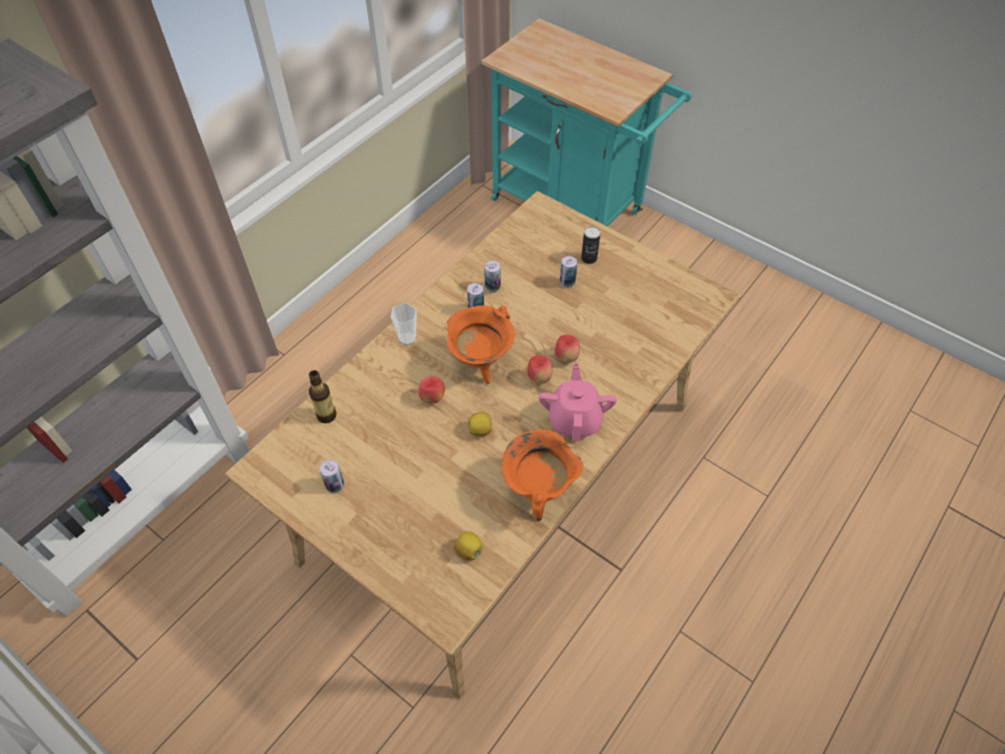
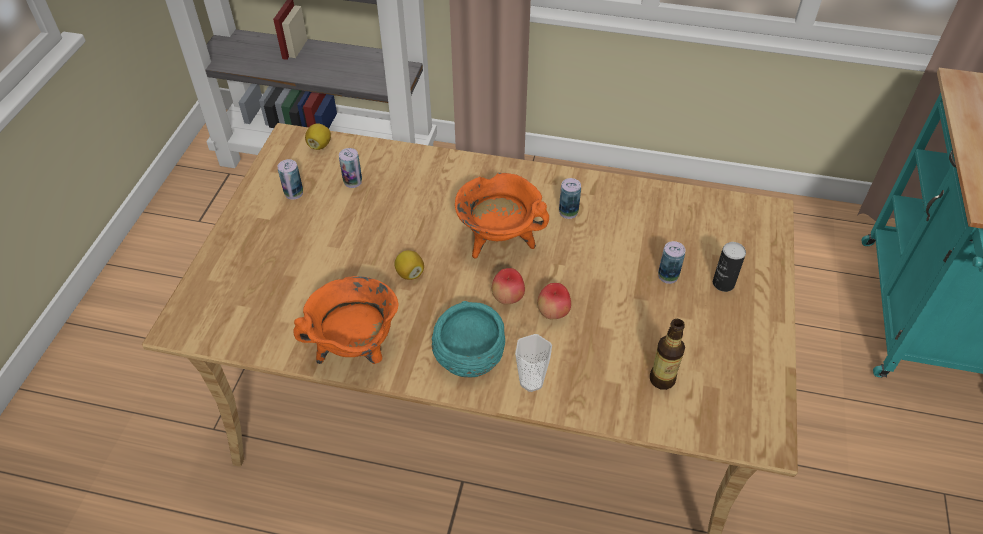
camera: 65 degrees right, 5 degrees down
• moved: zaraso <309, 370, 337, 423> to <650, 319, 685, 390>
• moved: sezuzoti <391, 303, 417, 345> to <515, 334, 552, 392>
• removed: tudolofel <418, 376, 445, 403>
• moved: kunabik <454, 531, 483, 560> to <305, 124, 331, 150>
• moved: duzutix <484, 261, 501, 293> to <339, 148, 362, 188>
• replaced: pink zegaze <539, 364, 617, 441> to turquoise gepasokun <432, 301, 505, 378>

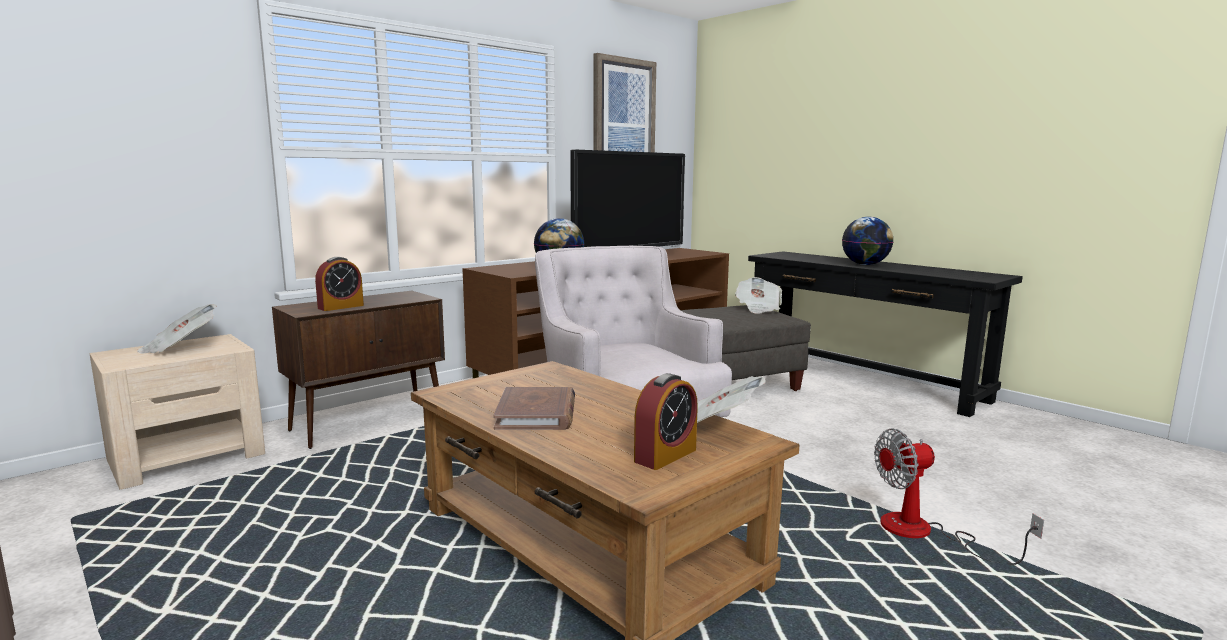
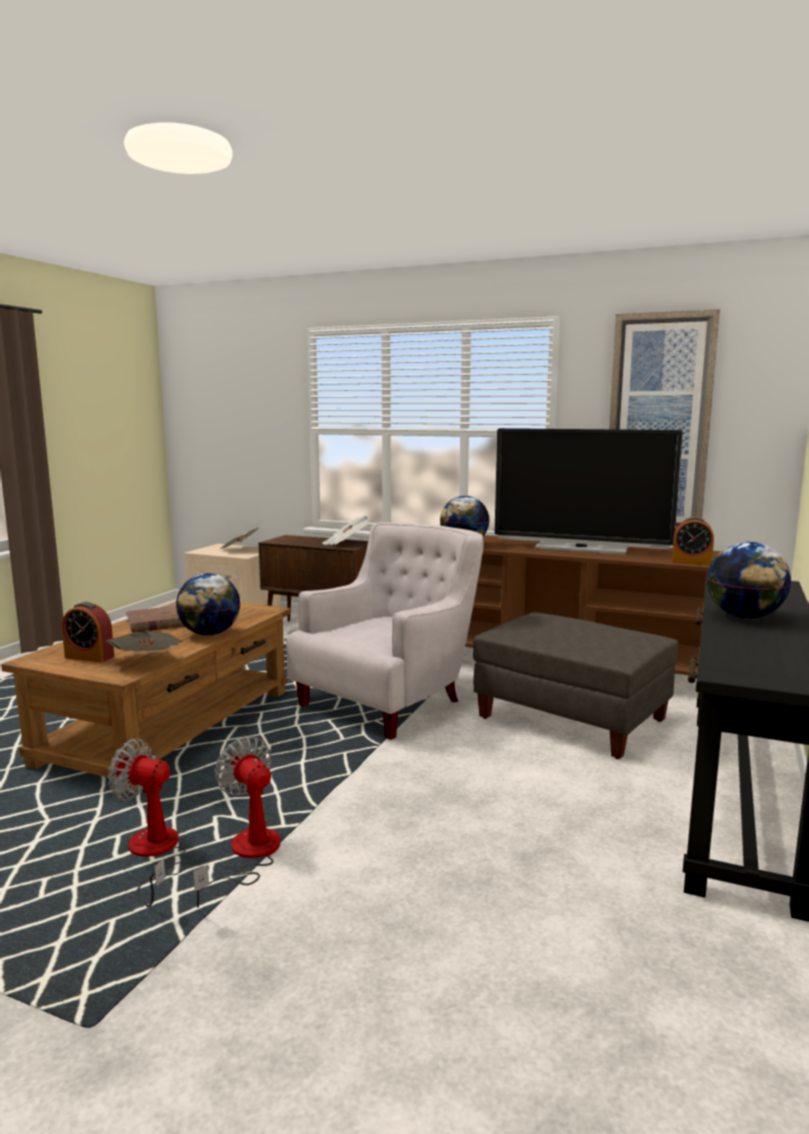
camera: 65 degrees right, 0 degrees up
• moved: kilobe <315, 257, 364, 311> to <672, 517, 714, 565>
• moved: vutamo <735, 277, 782, 314> to <322, 516, 370, 545>
• added: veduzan <108, 738, 186, 907>
• added: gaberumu <176, 573, 241, 635>

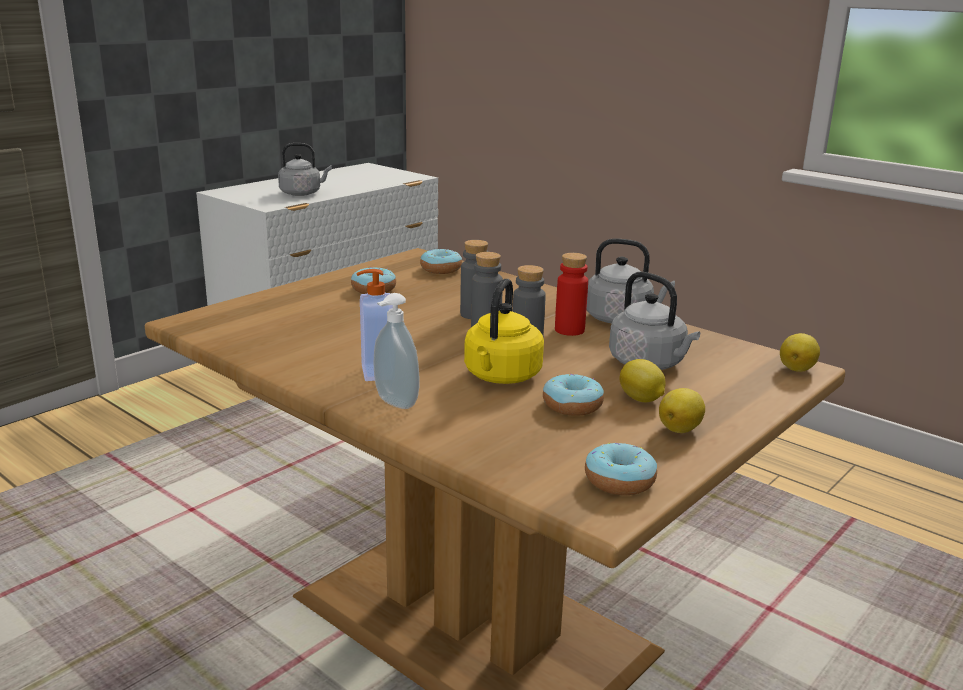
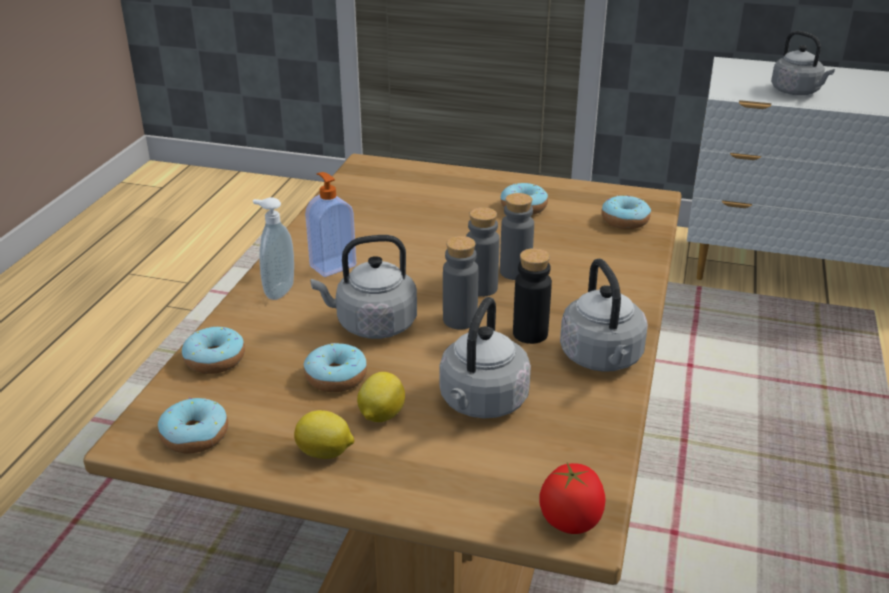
camera: 65 degrees right, 10 degrees up
• recoloured: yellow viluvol <464, 279, 544, 384> to grey viluvol <310, 235, 417, 339>
• recoloured: red zaraso <555, 253, 588, 336> to black zaraso <513, 248, 552, 344>
• replaced: kunabik <780, 333, 820, 372> to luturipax <539, 463, 606, 534>
• added: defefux <182, 327, 245, 374>

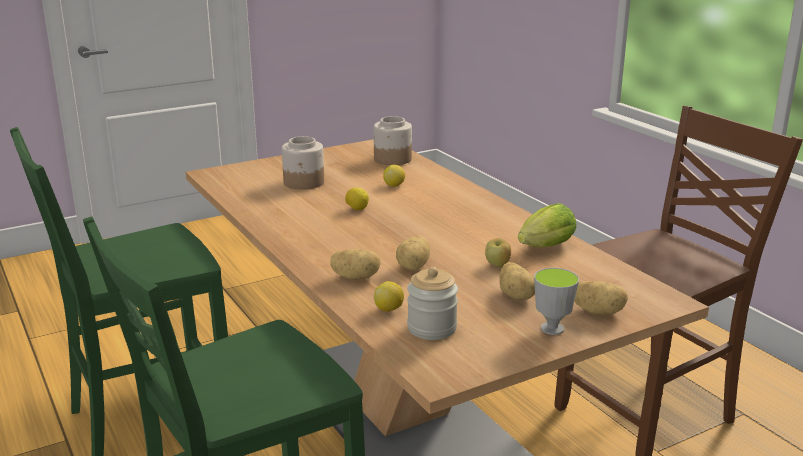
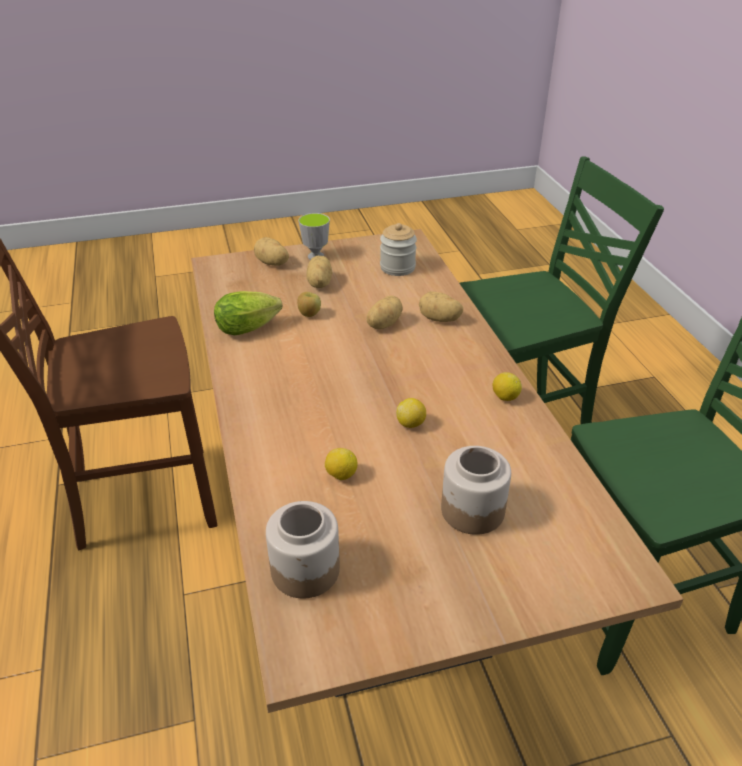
camera: 165 degrees left, 15 degrees up
• moved: kunabik <374, 281, 404, 312> to <492, 372, 522, 401>

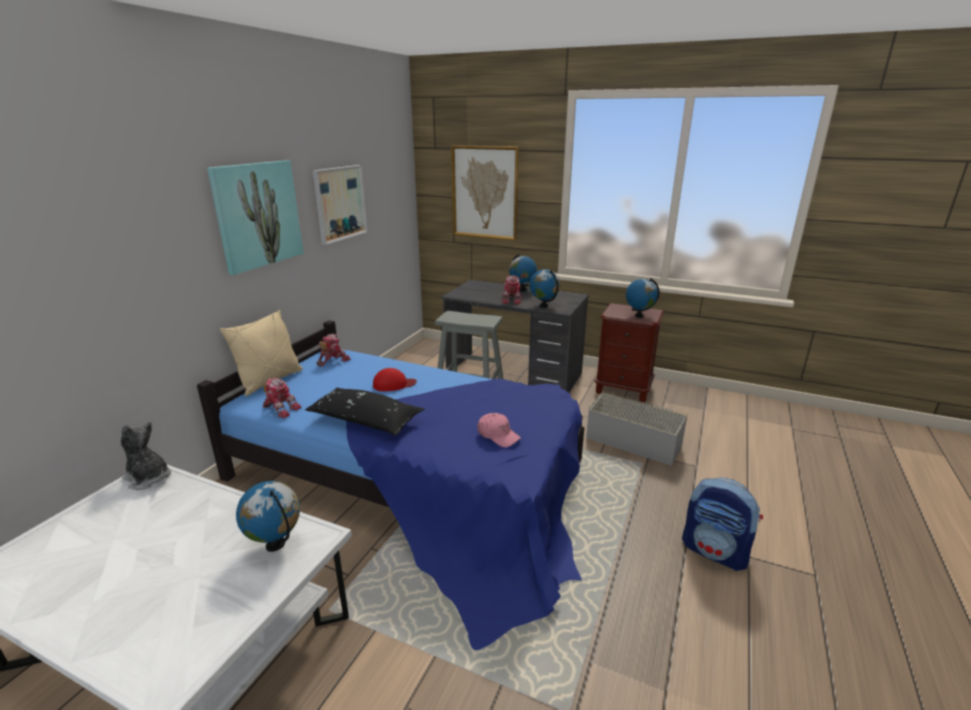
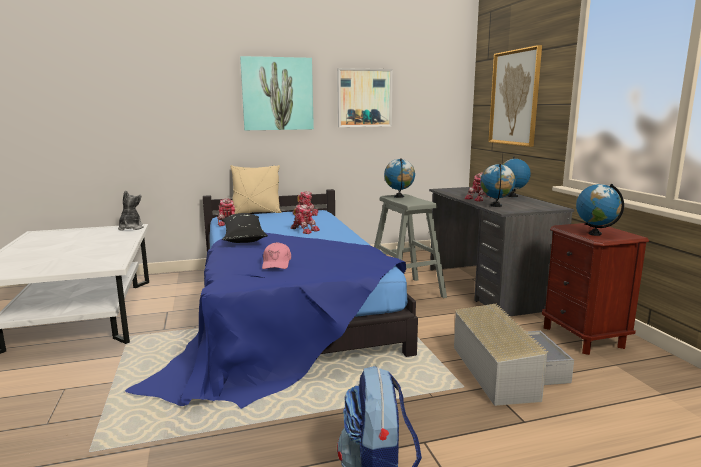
camera: 50 degrees right, 10 degrees down
• moved: gaberumu <236, 481, 300, 552> to <384, 158, 415, 198>
• replaced: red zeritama <373, 368, 417, 391> to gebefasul <290, 204, 320, 234>

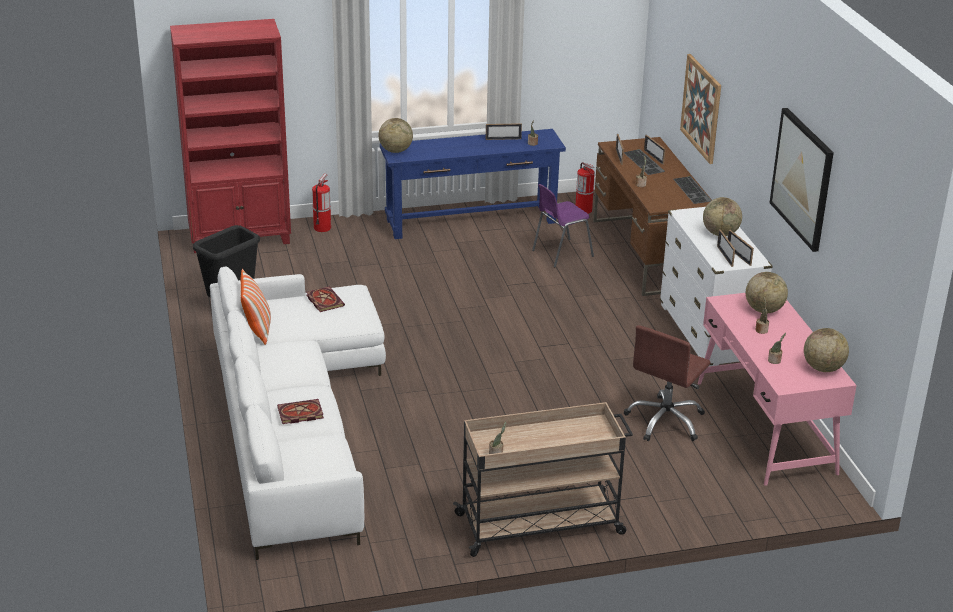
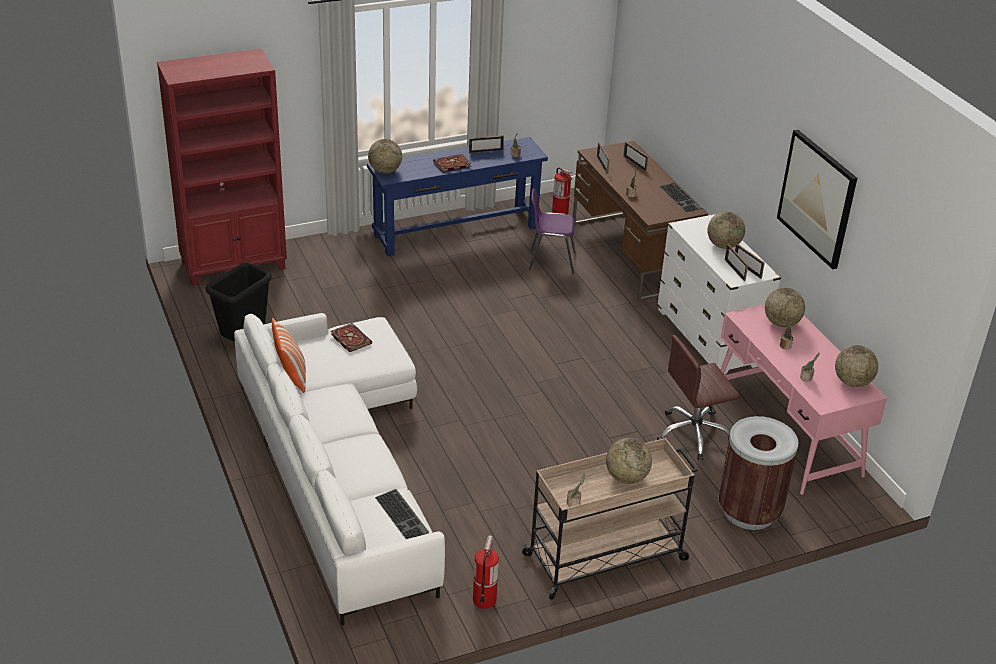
camera: 10 degrees left, 5 degrees up
• moved: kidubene <277, 399, 324, 424> to <433, 154, 471, 172>
• moved: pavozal <312, 173, 331, 232> to <473, 535, 499, 609>
• turned: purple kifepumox <532, 184, 594, 267> = <529, 189, 576, 274> 45 degrees clockwise
• moved: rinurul <624, 149, 665, 175> to <375, 489, 429, 539>
• turned: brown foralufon <624, 325, 711, 441> = <657, 335, 740, 460> 45 degrees clockwise
• removed: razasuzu <680, 54, 721, 164>
• added: gaberumu <606, 438, 652, 484>
• added: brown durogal <718, 416, 798, 530>

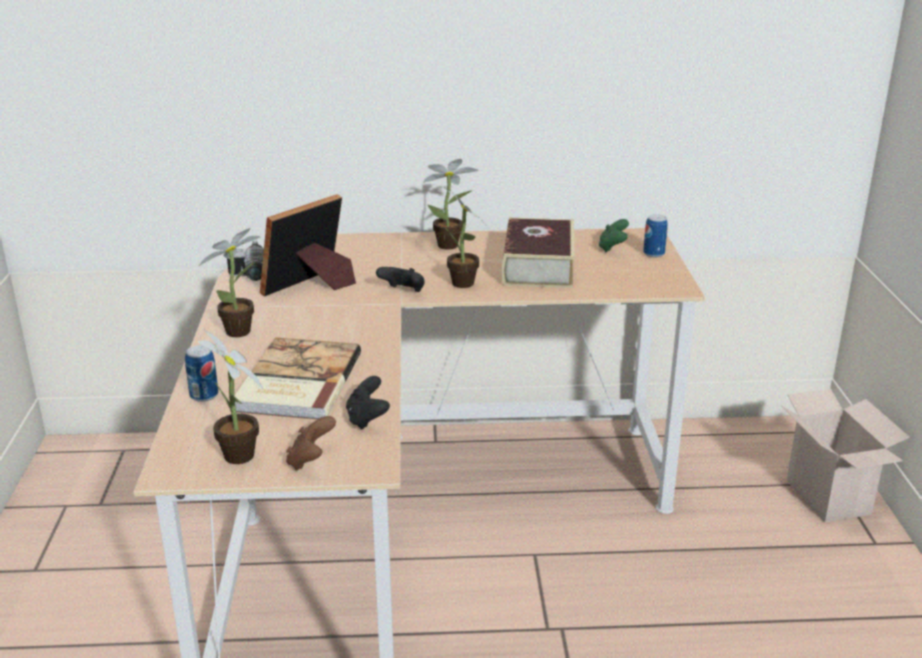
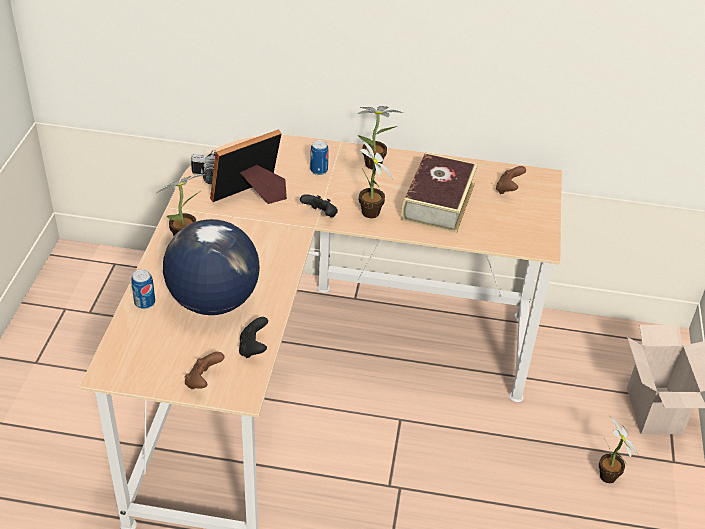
camera: 10 degrees right, 15 degrees up
• moved: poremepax <198, 330, 264, 464> to <599, 415, 638, 483>
• replaced: kidubene <234, 337, 361, 419> to gaberumu <163, 219, 260, 315>
• recoloured: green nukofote <599, 219, 629, 252> to brown nukofote <496, 166, 526, 194>
• moved: duzutix <643, 214, 668, 257> to <310, 140, 329, 175>

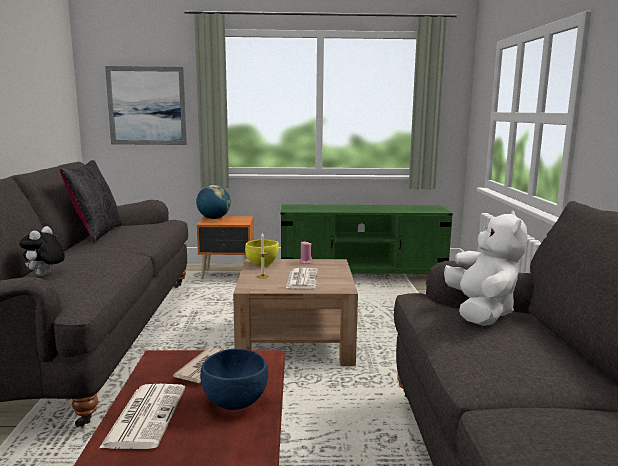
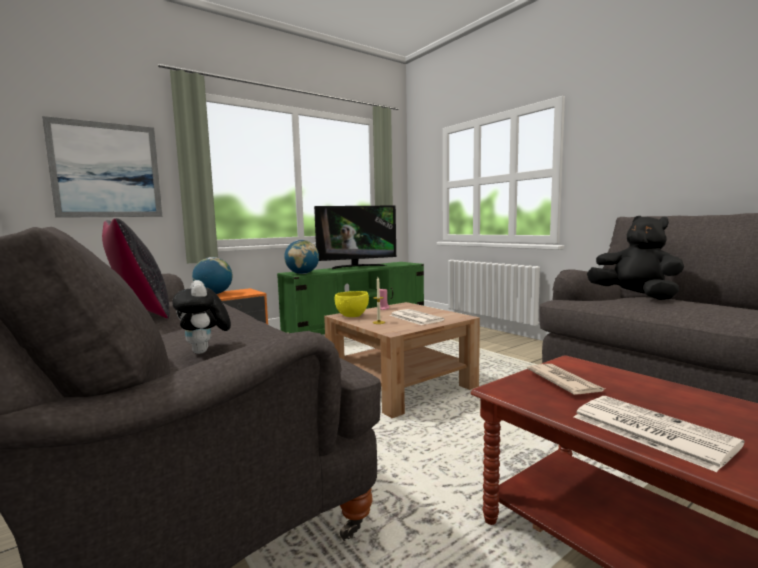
camera: 35 degrees left, 5 degrees down
• removed: blue gepasokun <200, 348, 268, 410>
• recoloured: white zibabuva <444, 211, 528, 326> to black zibabuva <587, 216, 684, 300>
• added: gaberumu <284, 240, 319, 274>
• added: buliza <314, 206, 396, 269>

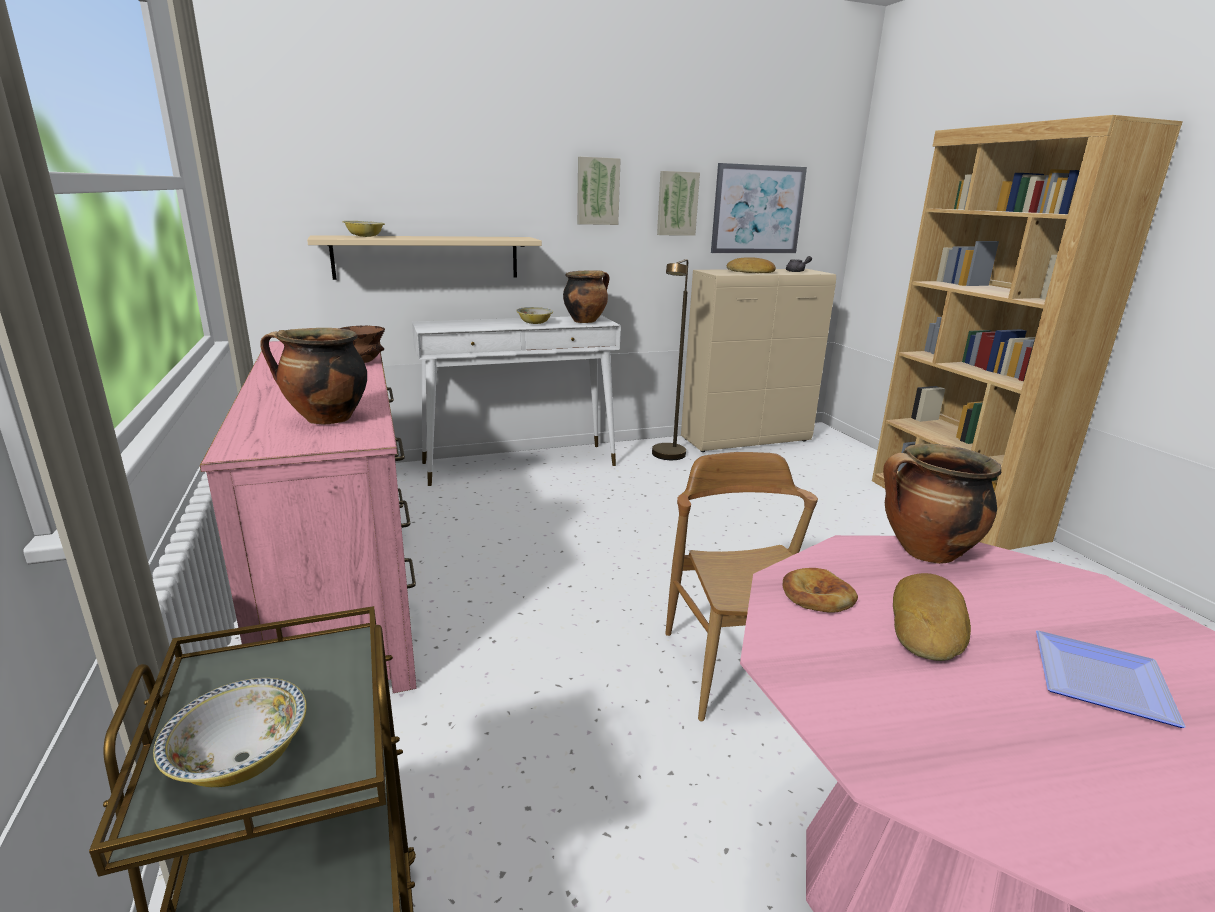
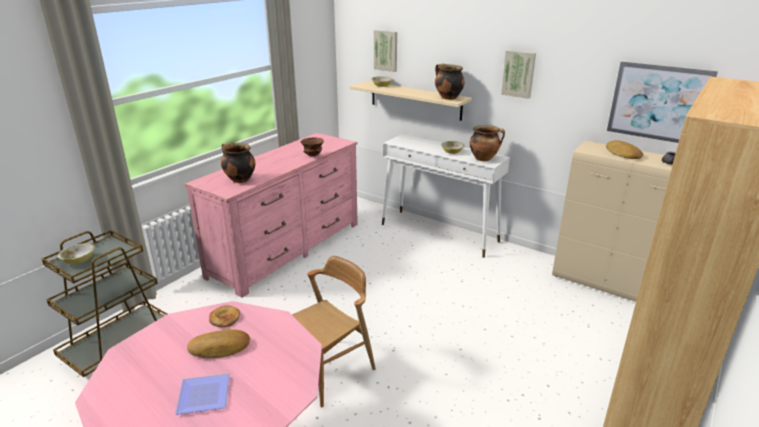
camera: 55 degrees right, 5 degrees up
• removed: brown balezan <652, 259, 688, 460>
• moved: razasuzu <657, 171, 700, 236> to <374, 30, 397, 72>
• moved: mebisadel <883, 444, 1001, 564> to <435, 64, 465, 100>

